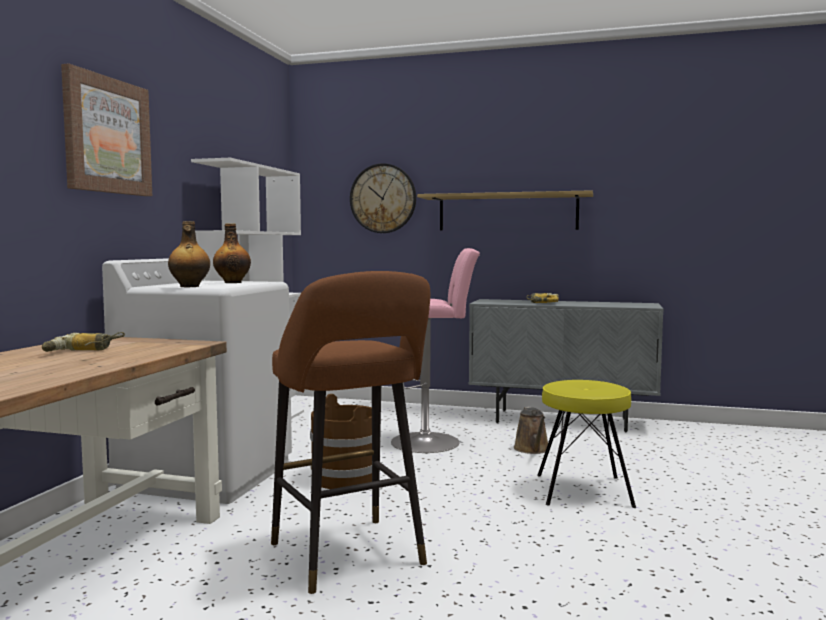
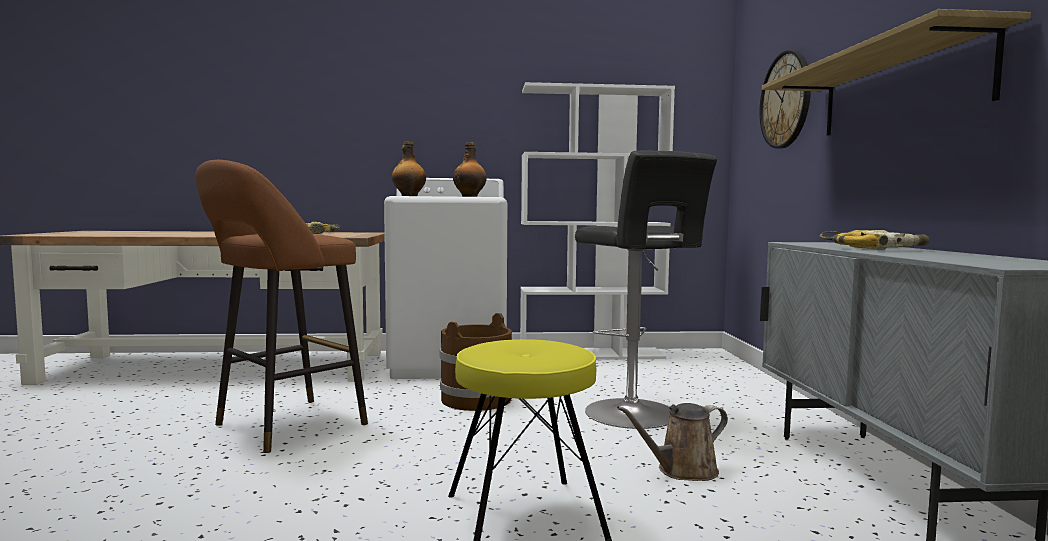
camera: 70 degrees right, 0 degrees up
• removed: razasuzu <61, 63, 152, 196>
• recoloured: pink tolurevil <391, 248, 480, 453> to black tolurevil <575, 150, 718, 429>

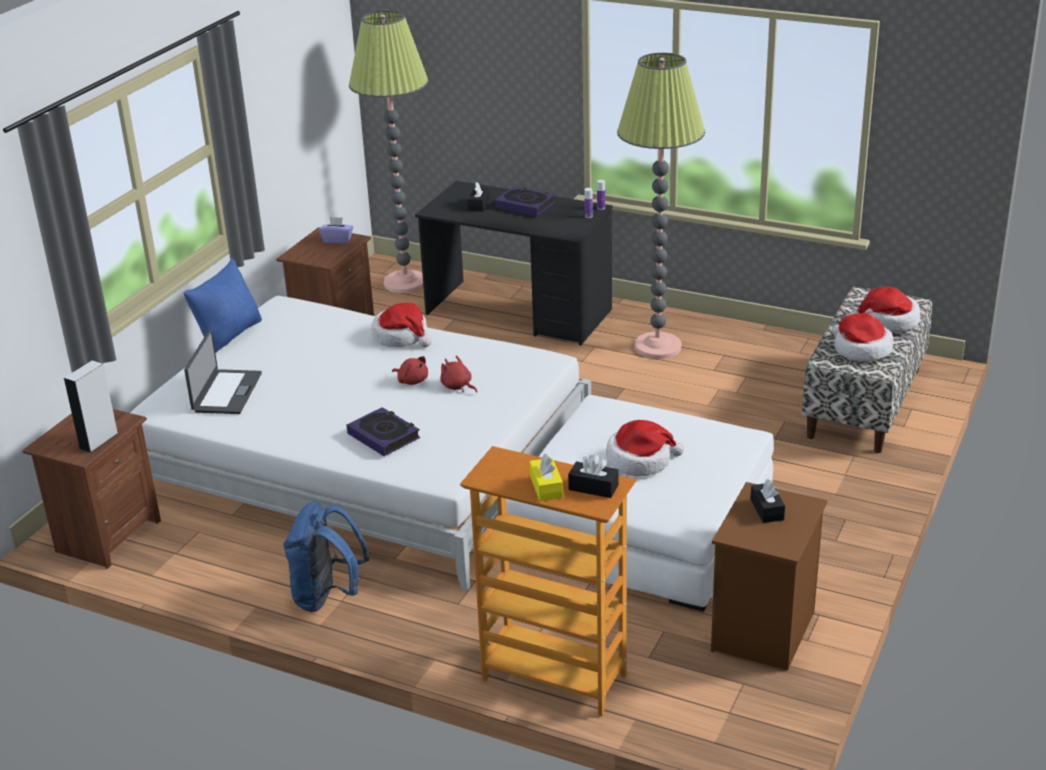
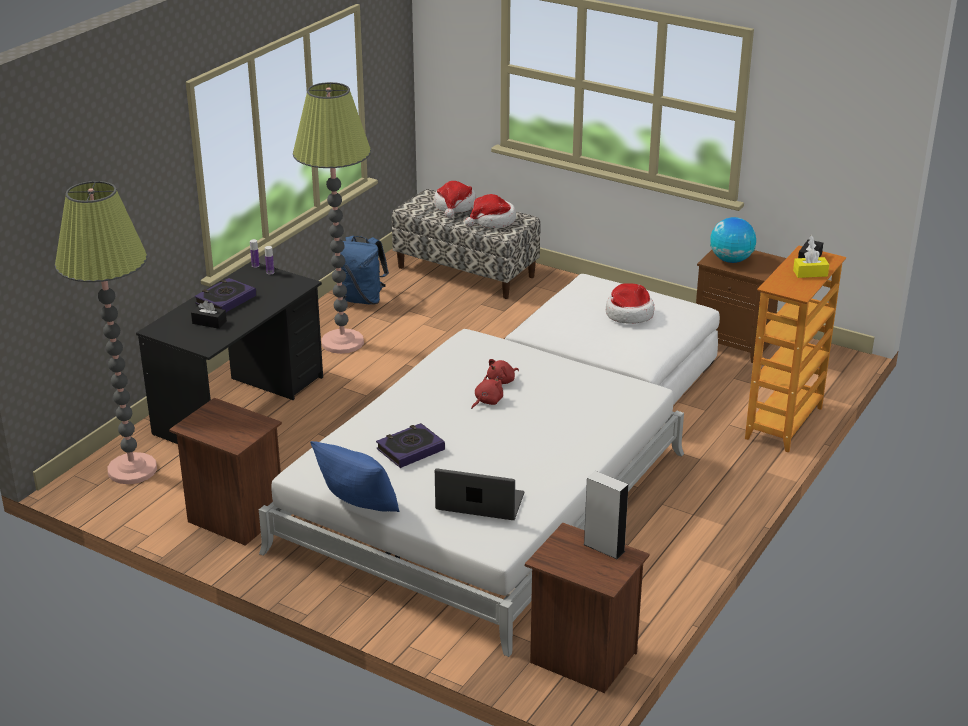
camera: 85 degrees left, 0 degrees up
• moved: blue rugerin <283, 501, 370, 612> to <340, 236, 389, 305>
• removed: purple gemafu <319, 217, 353, 244>
• moved: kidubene <347, 407, 420, 456> to <376, 423, 445, 468>
• removed: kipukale <371, 303, 431, 347>
• replaced: black gemafu <750, 479, 785, 523> to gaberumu <710, 217, 756, 263>

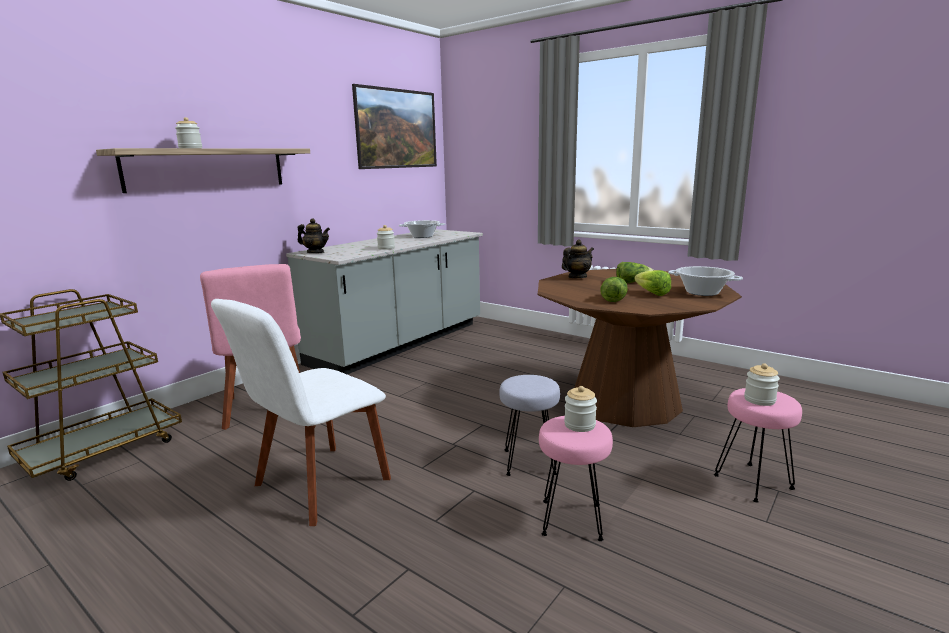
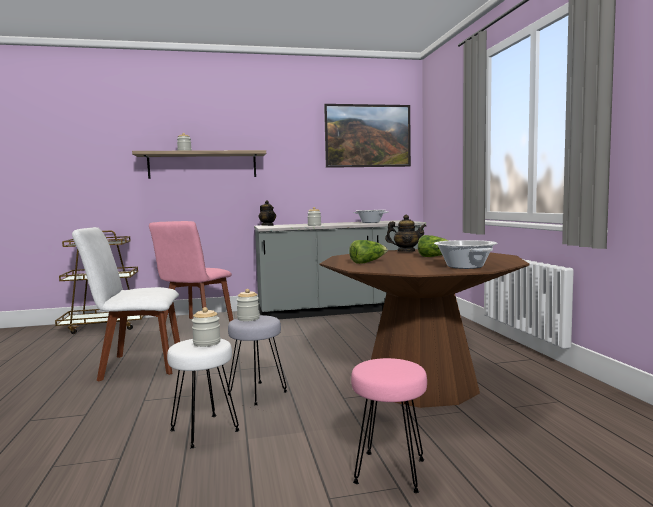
camera: 40 degrees right, 10 degrees down
• recoloured: pink tolurevil <539, 416, 613, 541> to white tolurevil <167, 338, 240, 449>
• removed: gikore <634, 270, 671, 296>
• moved: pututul <744, 363, 780, 406> to <236, 289, 260, 321>

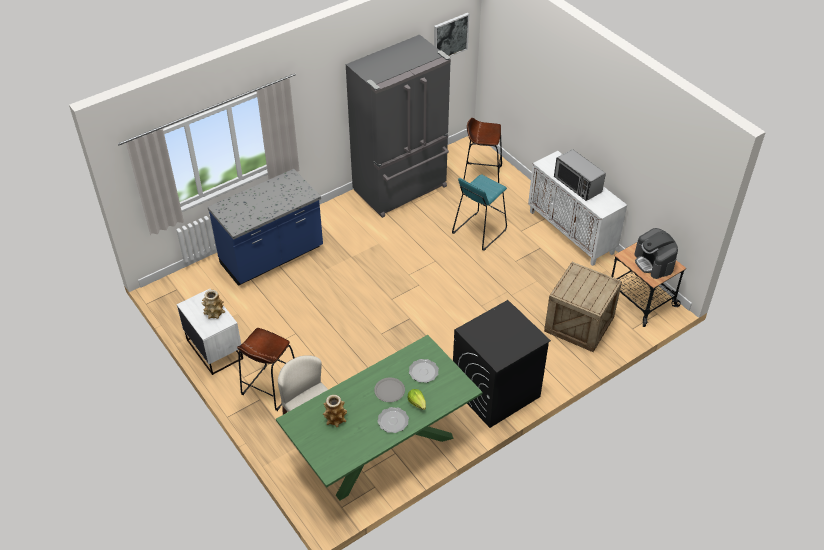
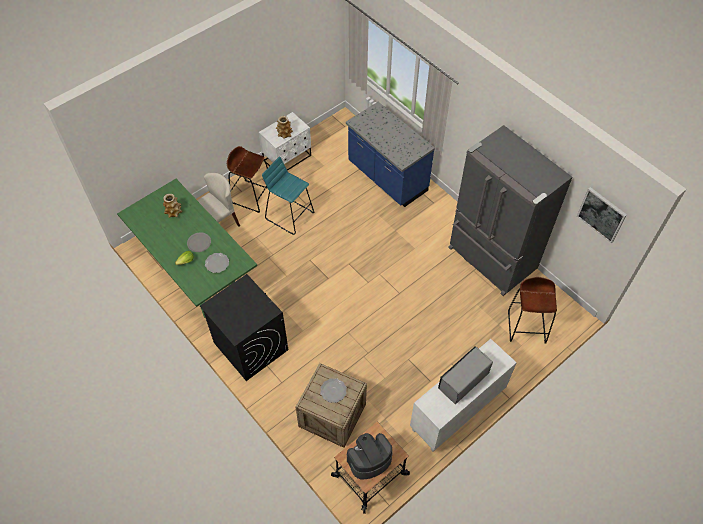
camera: 85 degrees right, 10 degrees up
• moved: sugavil <377, 407, 409, 433> to <320, 378, 347, 403>
• moved: turquoise tolurevil <452, 174, 507, 251> to <262, 156, 314, 235>

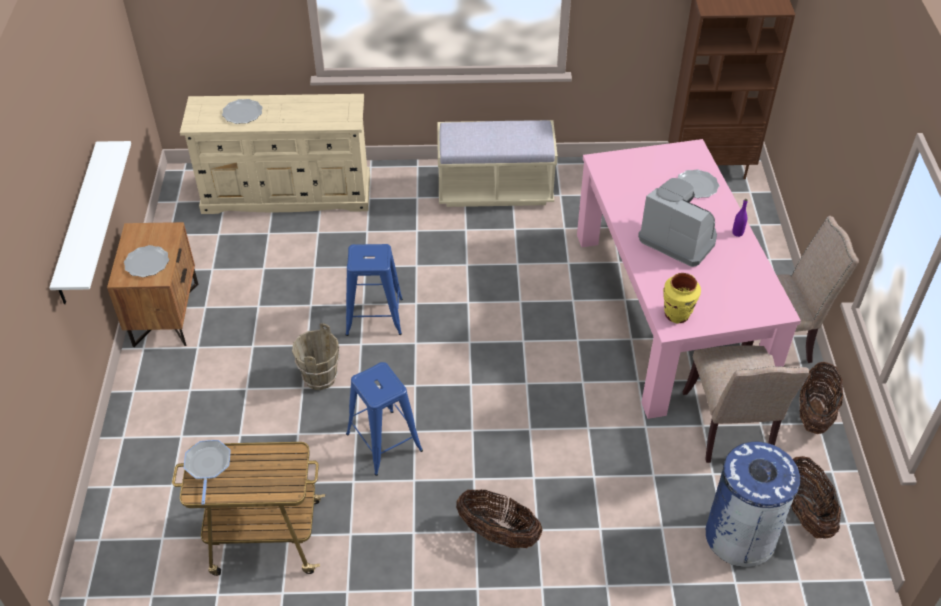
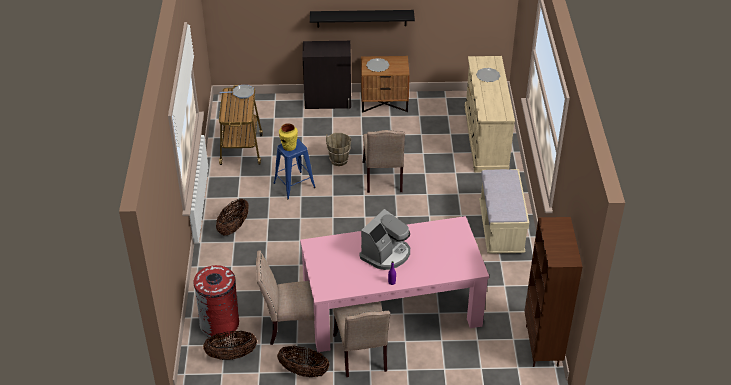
camera: 90 degrees right, 5 degrees down
• recoloured: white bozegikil <50, 141, 131, 304> to black bozegikil <310, 10, 415, 27>
• replaced: blue tolurevil <346, 244, 403, 336> to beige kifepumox <363, 130, 405, 193>
• moved: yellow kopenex <663, 273, 701, 323> to <279, 123, 298, 151>
• removed: sugavil <678, 169, 719, 198>
• recoloured: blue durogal <706, 442, 804, 567> to red durogal <194, 265, 239, 338>
• added: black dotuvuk <302, 41, 351, 109>

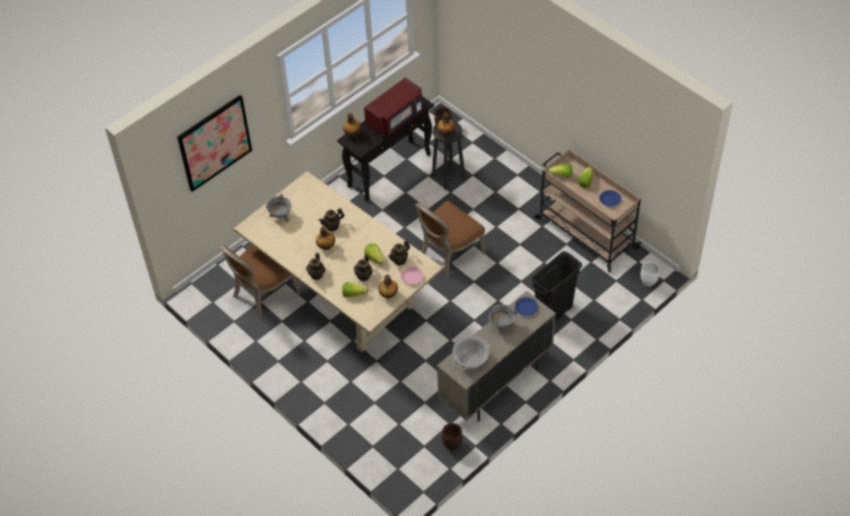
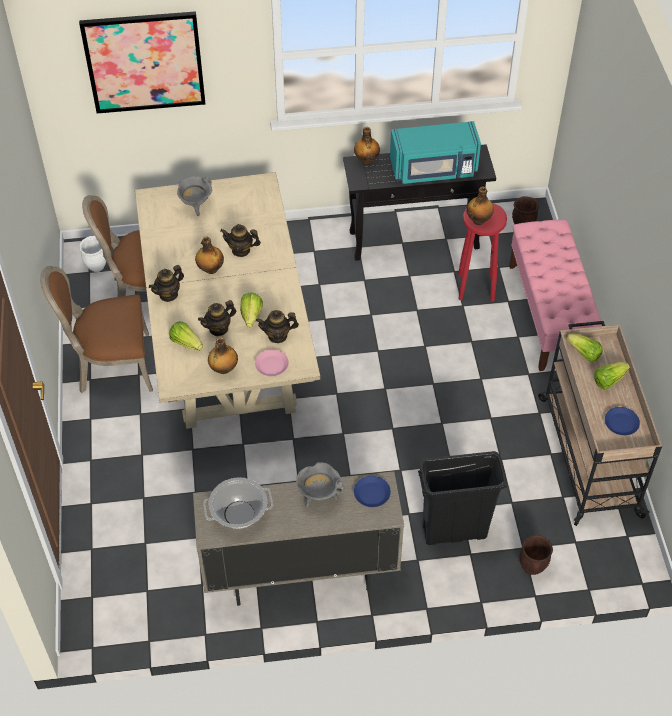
camera: 35 degrees right, 0 degrees up
• recoloured: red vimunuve <364, 78, 423, 137> to turquoise vimunuve <390, 121, 481, 184>
• moved: brown kifepumox <415, 201, 485, 278> to <40, 266, 153, 393>
• recoloured: black tolurevil <432, 120, 465, 190> to red tolurevil <458, 203, 507, 301>
• moved: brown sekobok <442, 423, 462, 450> to <519, 535, 553, 575>
• moved: white sekobok <640, 261, 660, 287> to <79, 236, 106, 272>
• added: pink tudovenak <509, 219, 602, 371>

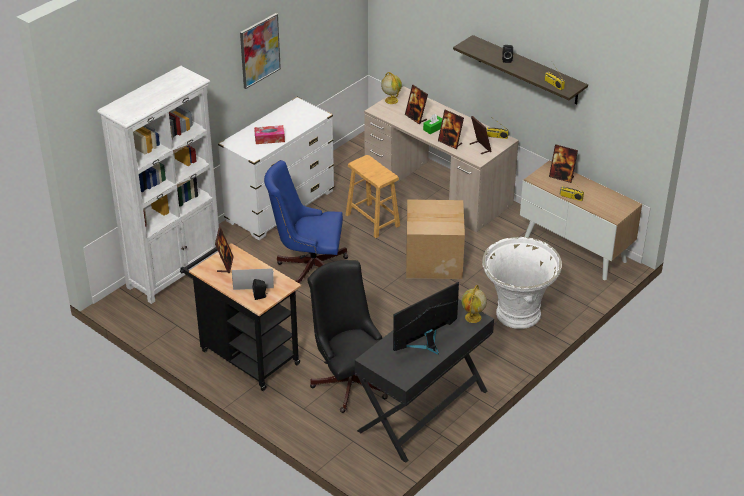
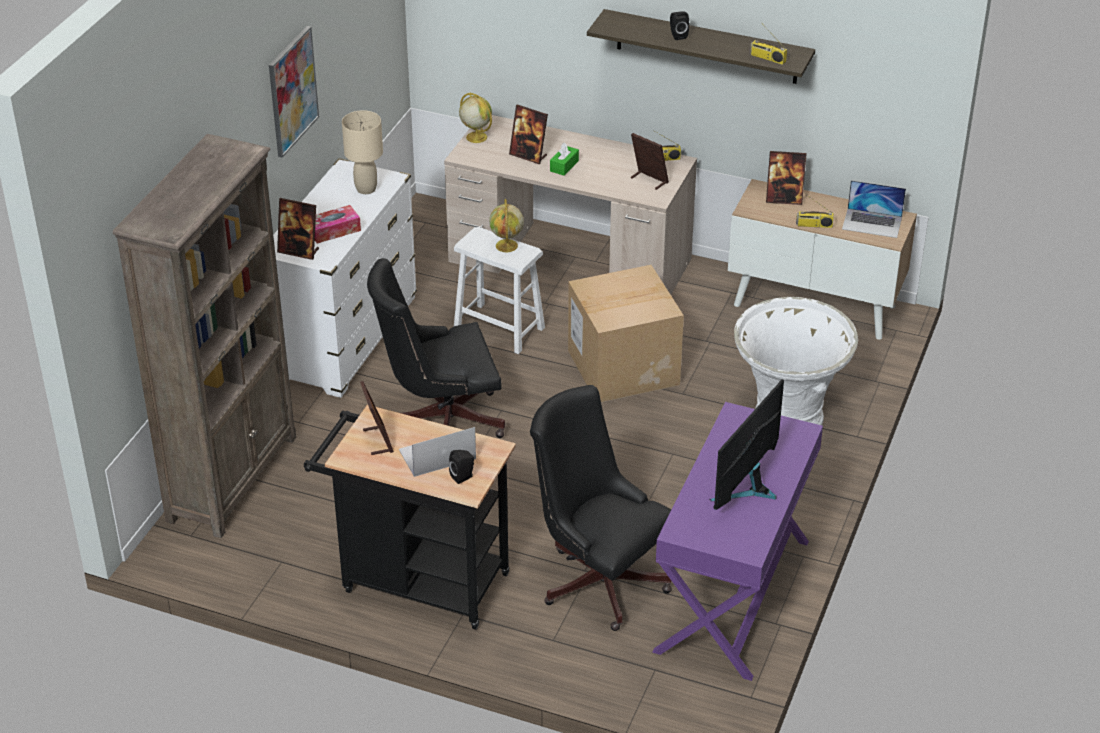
camera: 20 degrees left, 0 degrees up
• recoloured: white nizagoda <97, 66, 219, 304> to brown nizagoda <113, 134, 296, 538>
• recoloured: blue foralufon <264, 160, 348, 284> to black foralufon <367, 258, 505, 438>
• recoloured: brown tolurevil <346, 155, 400, 238> to white tolurevil <454, 227, 545, 354>
• recoloured: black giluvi <355, 299, 494, 463> to purple giluvi <652, 402, 823, 681>
• moved: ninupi <438, 110, 464, 149> to <277, 198, 319, 260>
• moved: gaberumu <461, 285, 487, 323> to <489, 199, 524, 252>
• added: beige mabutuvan <342, 110, 383, 194>
• added: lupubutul <842, 180, 906, 238>

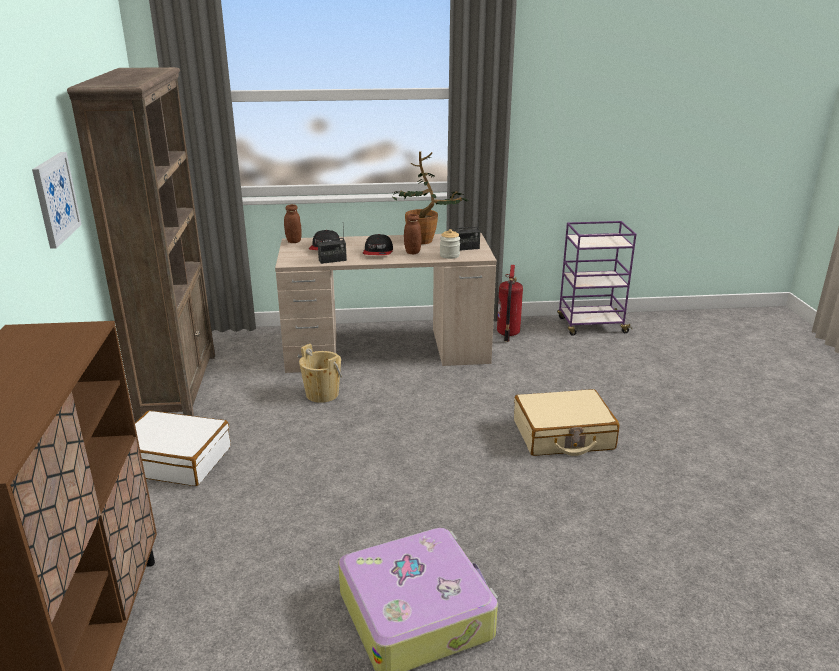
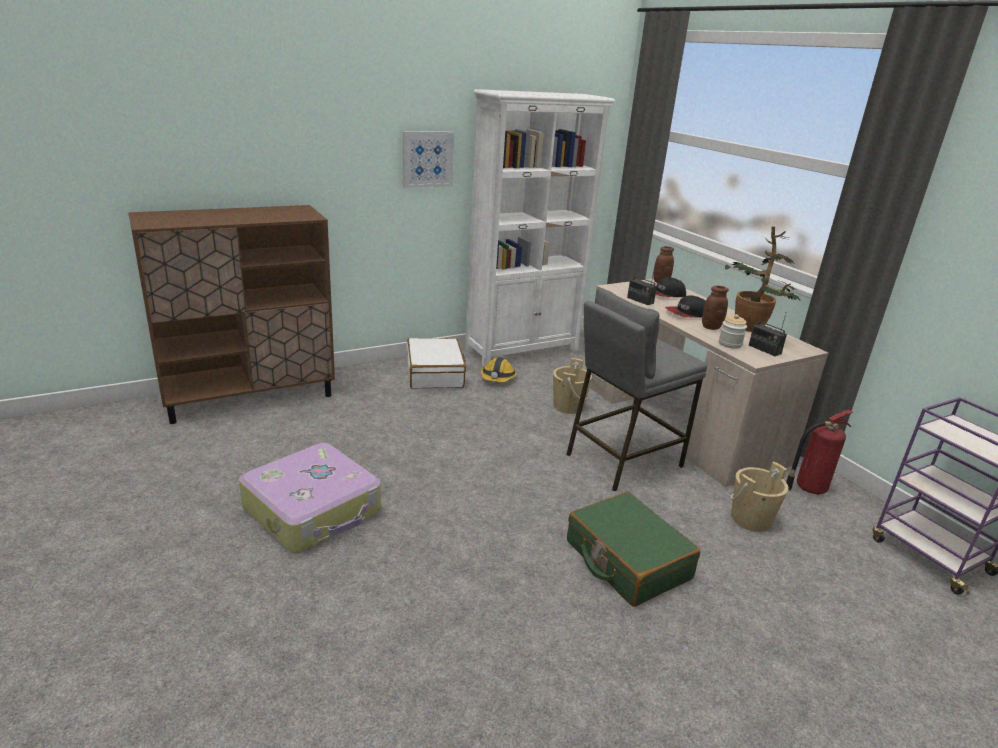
camera: 65 degrees right, 0 degrees up
• recoloured: brown nizagoda <67, 67, 215, 422> to white nizagoda <465, 89, 615, 367>
• recoloured: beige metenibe <514, 389, 620, 456> to green metenibe <567, 492, 700, 607>
• added: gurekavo <481, 357, 517, 382>
• added: grey tolurevil <566, 288, 707, 491>
• added: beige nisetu <730, 462, 788, 532>

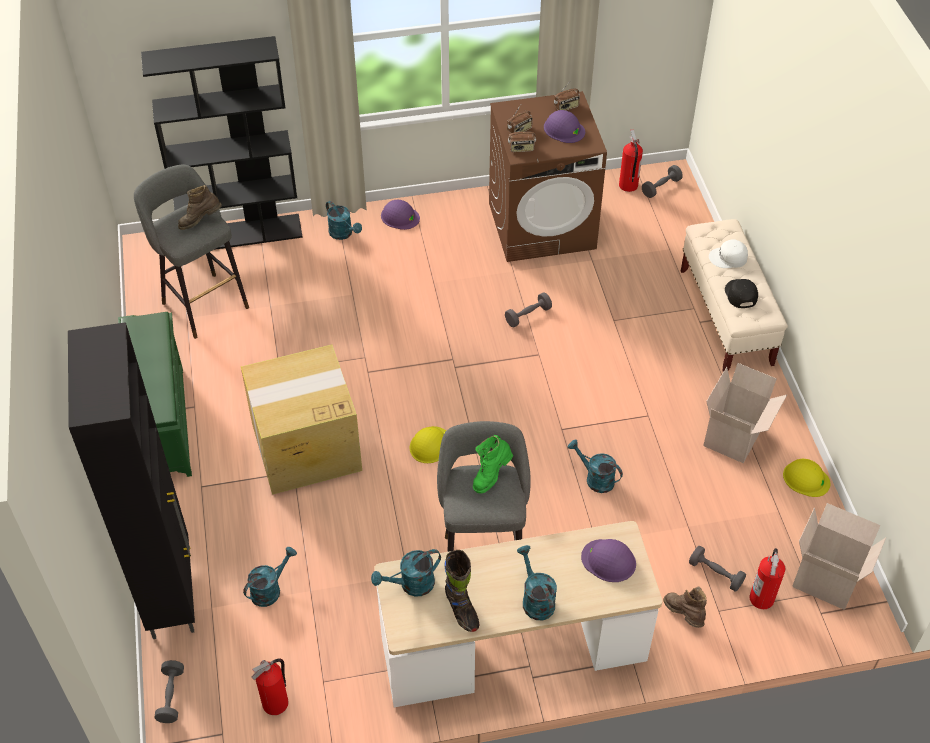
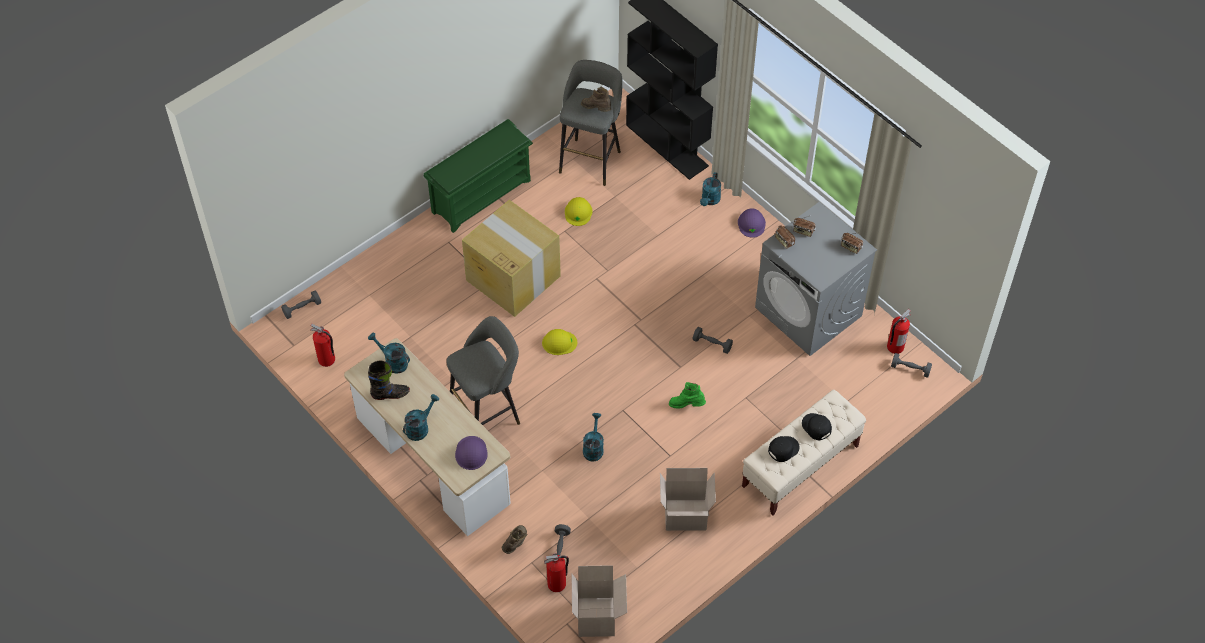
camera: 60 degrees right, 5 degrees up
• removed: black dotuvuk <68, 322, 195, 639>
• removed: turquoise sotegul <243, 547, 297, 607>
• turned: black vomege <444, 550, 479, 632> = <368, 360, 410, 400> 135 degrees counterclockwise
• moved: green vomege <473, 435, 513, 494> to <669, 382, 706, 408>
• recoloured: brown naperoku <489, 91, 607, 262> to grey naperoku <755, 202, 877, 356>
• removed: purple gurekavo <544, 110, 585, 143>
• recoloured: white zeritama <709, 239, 748, 268> to black zeritama <802, 413, 832, 440>
• moved: yellow gurekavo <783, 459, 831, 497> to <565, 197, 592, 226>

